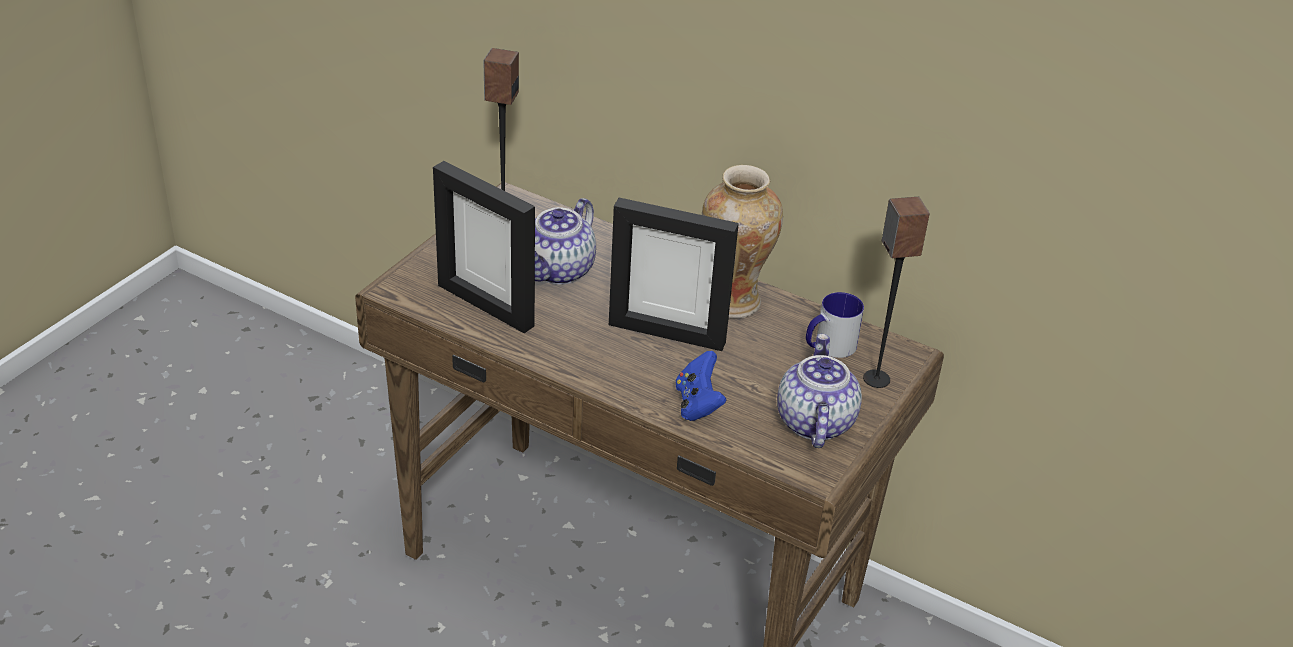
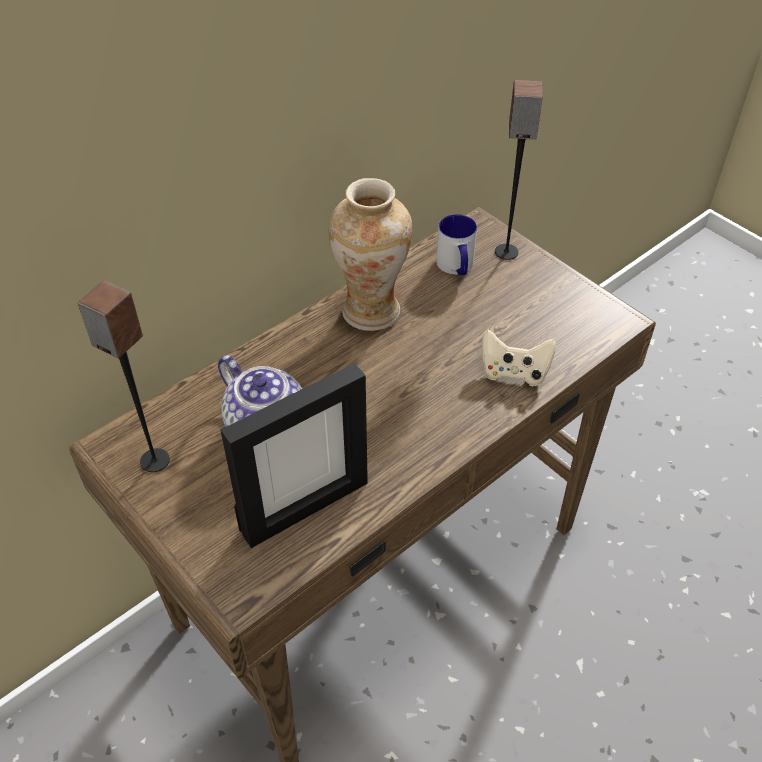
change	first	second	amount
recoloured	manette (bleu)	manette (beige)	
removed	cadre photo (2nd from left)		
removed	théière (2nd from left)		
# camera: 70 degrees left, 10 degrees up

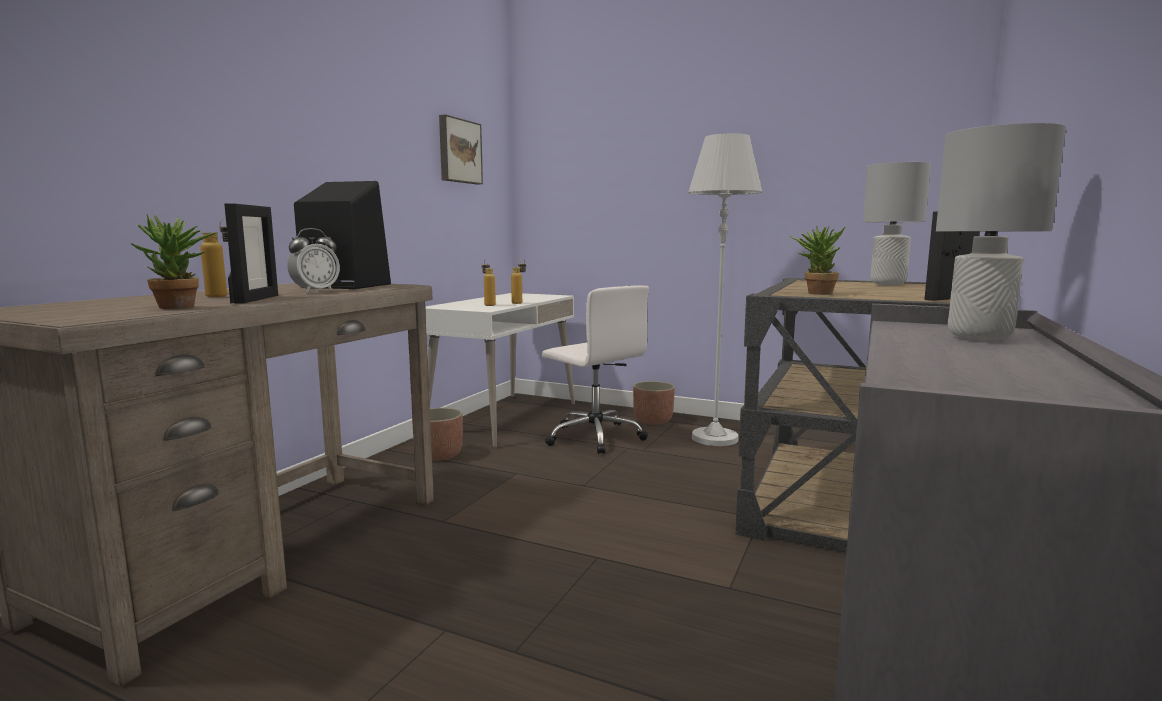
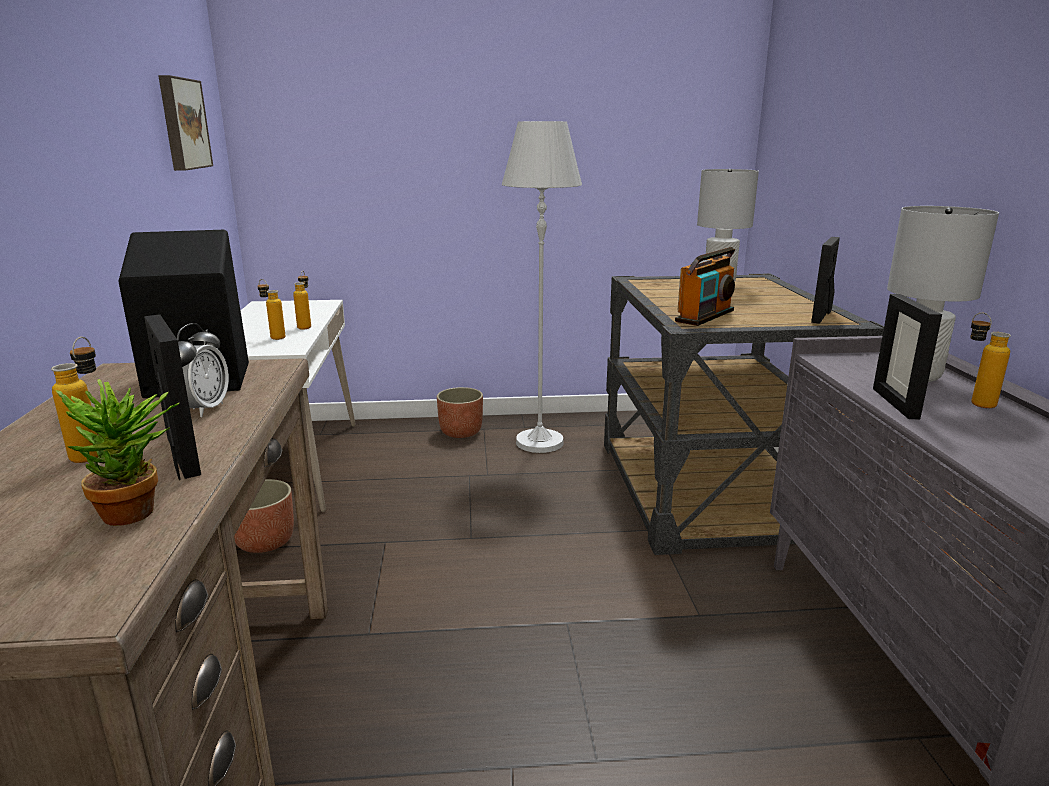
change	first	second	amount
replaced	plante en pot (2nd from left)	radio	
added		cadre photo (3rd from left)	
added		bouteille (4th from left)	
removed	chaise de bureau (blanc)		
# camera: 30 degrees left, 10 degrees up

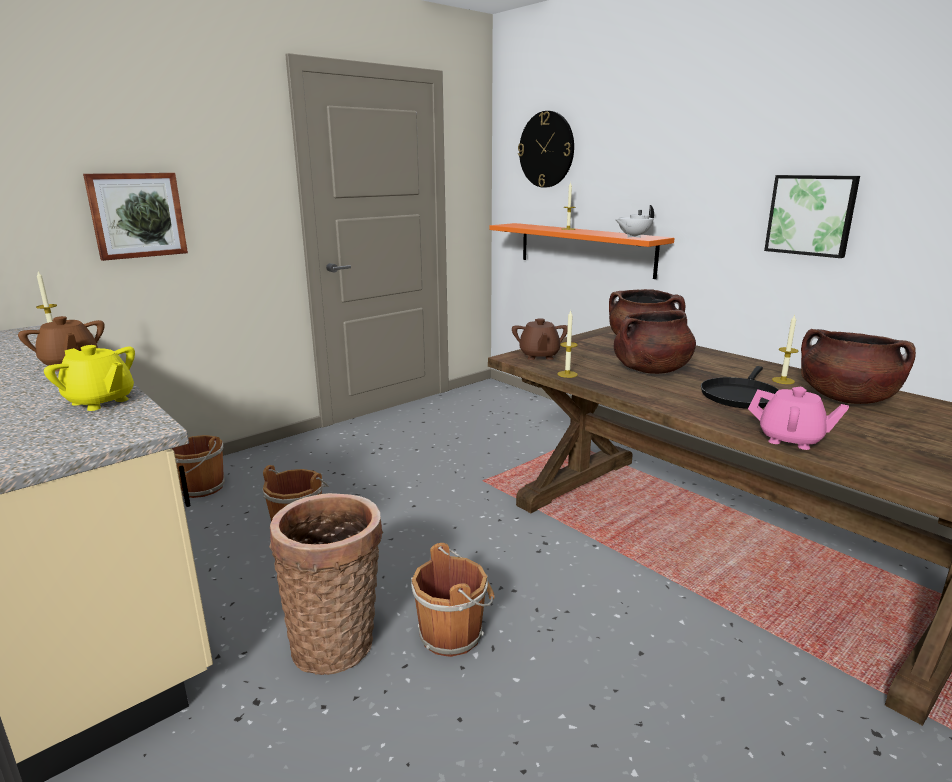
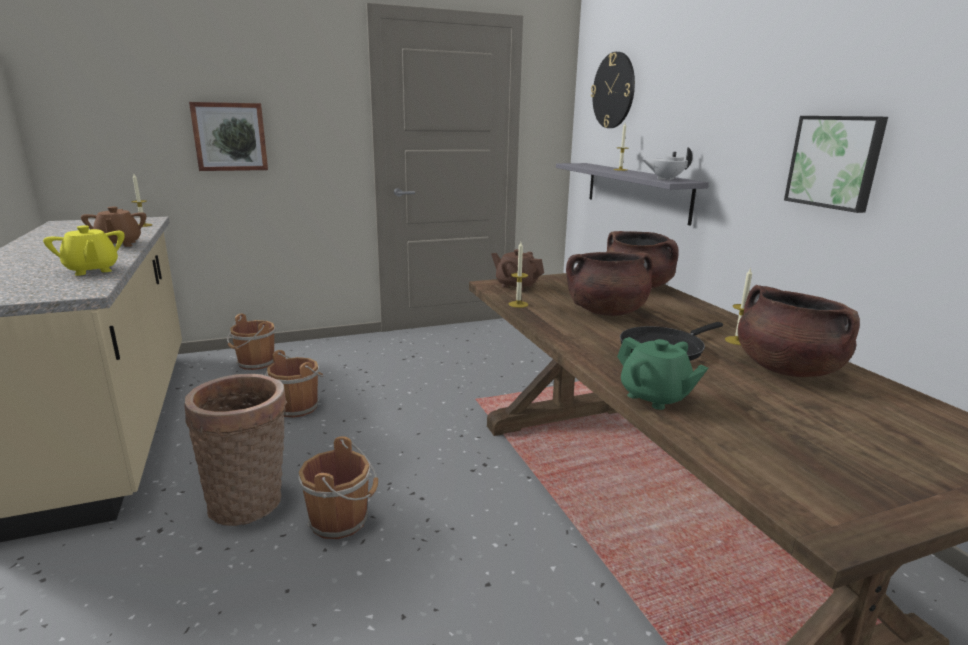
change	first	second	amount
turned	théière (marron) (2nd from left)		105 degrees clockwise
recoloured	étagère (orange)	étagère (gris)	
recoloured	théière (rose)	théière (vert)	
# camera: 20 degrees right, 0 degrees up

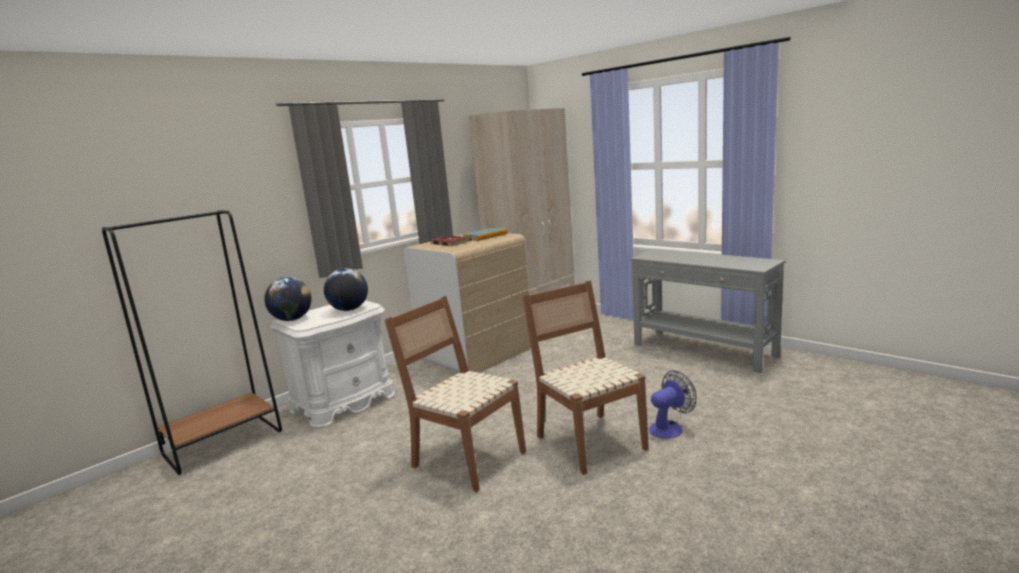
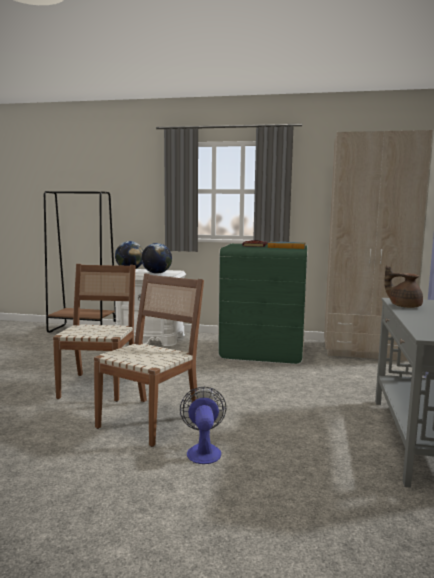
change	first	second	amount
turned	ventilateur		120 degrees counterclockwise
recoloured	commode (beige)	commode (vert)	
added		théière (marron)	
# camera: 55 degrees right, 5 degrees down

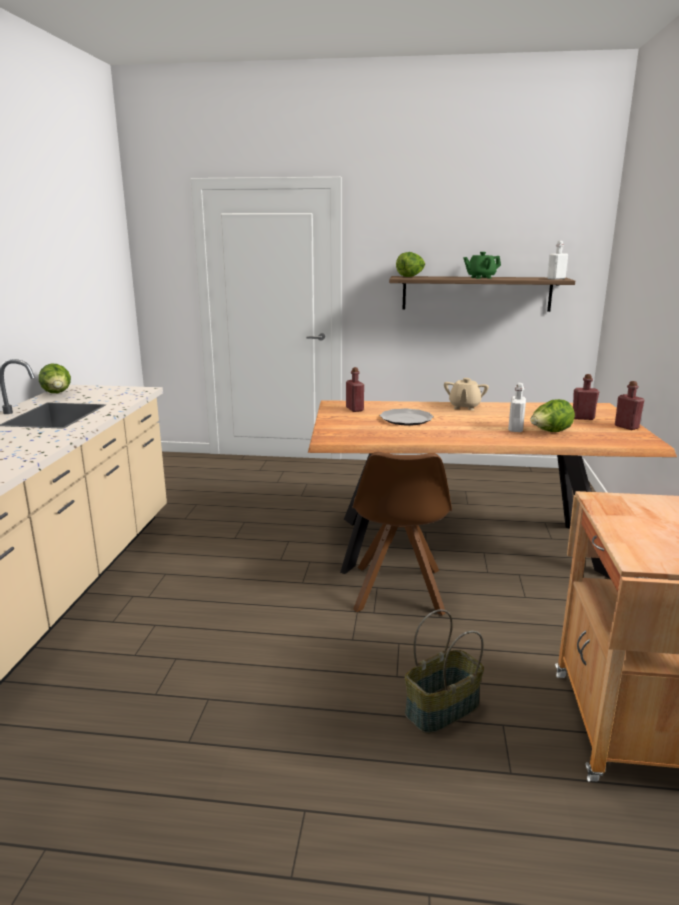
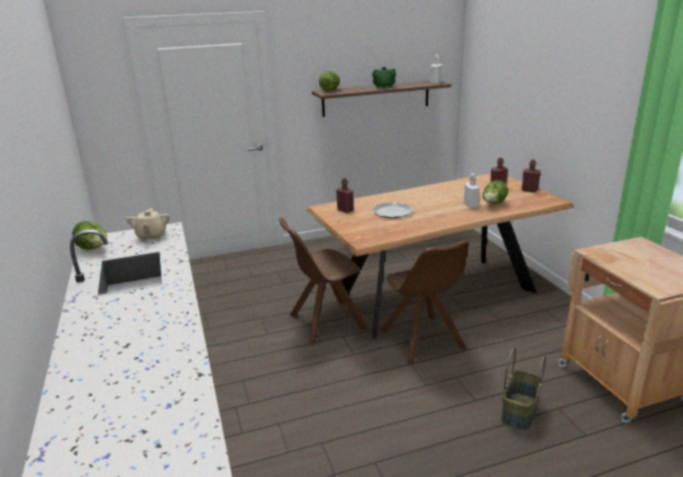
change	first	second	amount
moved	théière (beige)		
added		chaise (marron) (1st from left)	
# camera: 25 degrees left, 5 degrees up

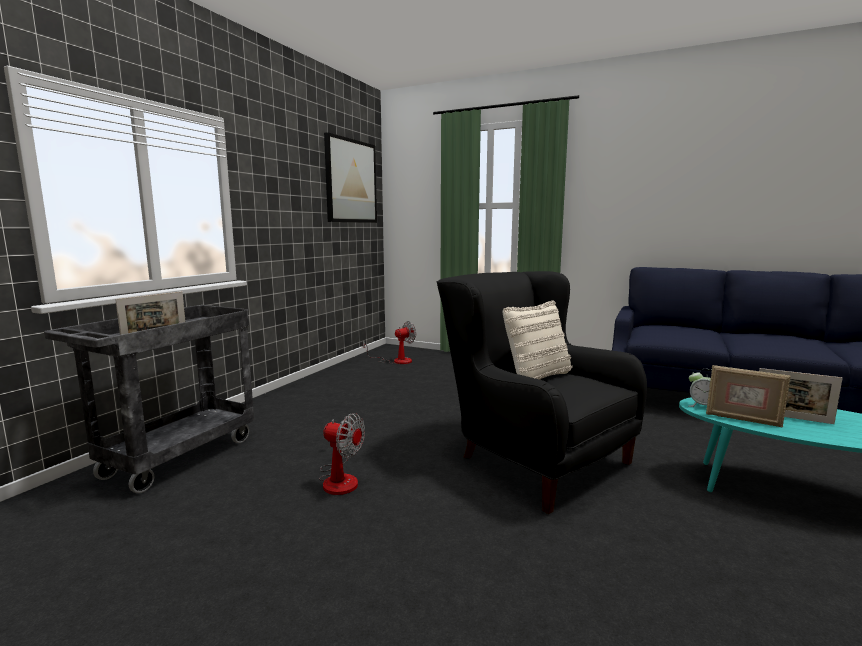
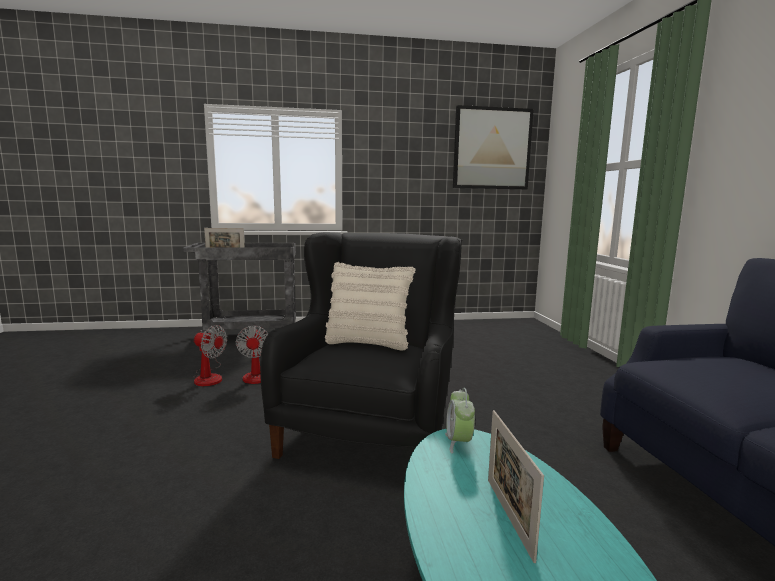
change	first	second	amount
moved	ventilateur (2nd from left in the first image)	ventilateur (1st from left)	
removed	cadre photo (2nd from left)		
# camera: 55 degrees right, 0 degrees up

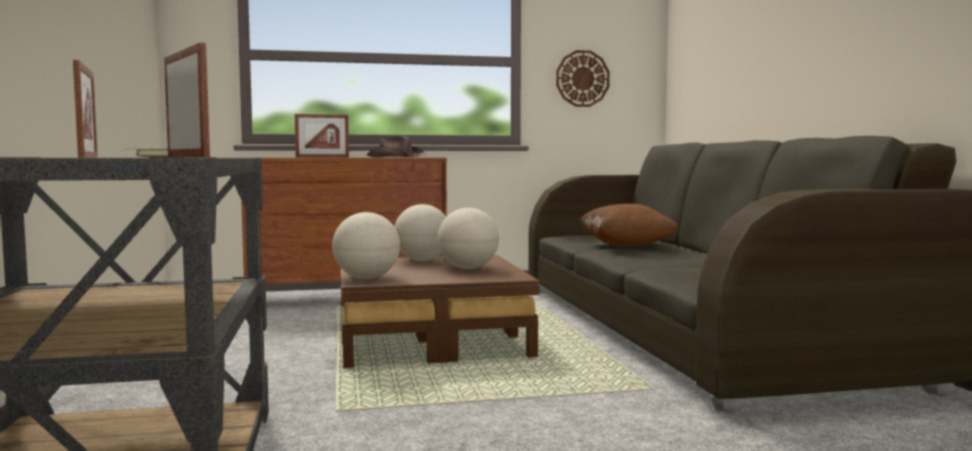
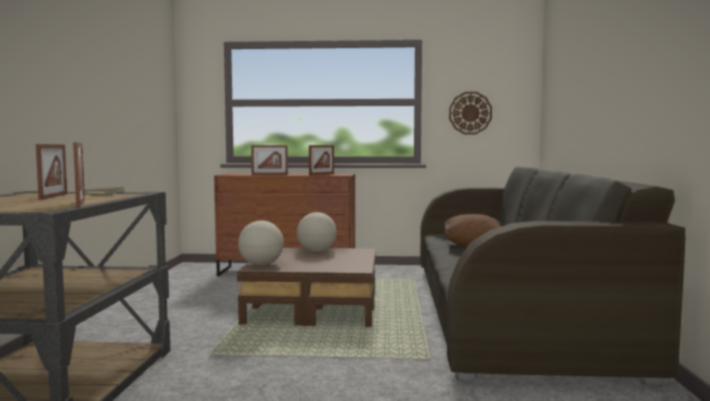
change	first	second	amount
replaced	chapeau (marron)	cadre photo (4th from left)	
removed	globe (3rd from left)		
# camera: 15 degrees right, 0 degrees up

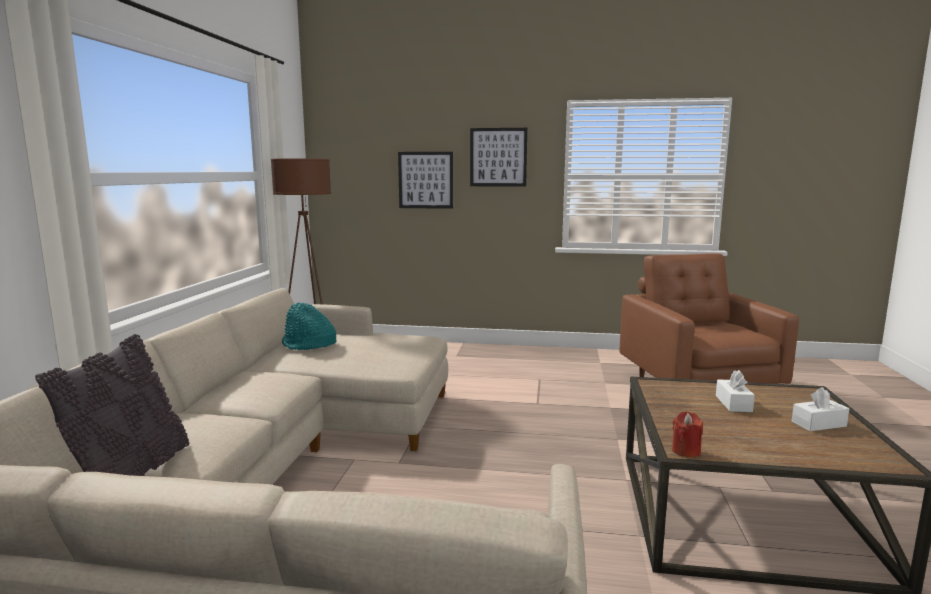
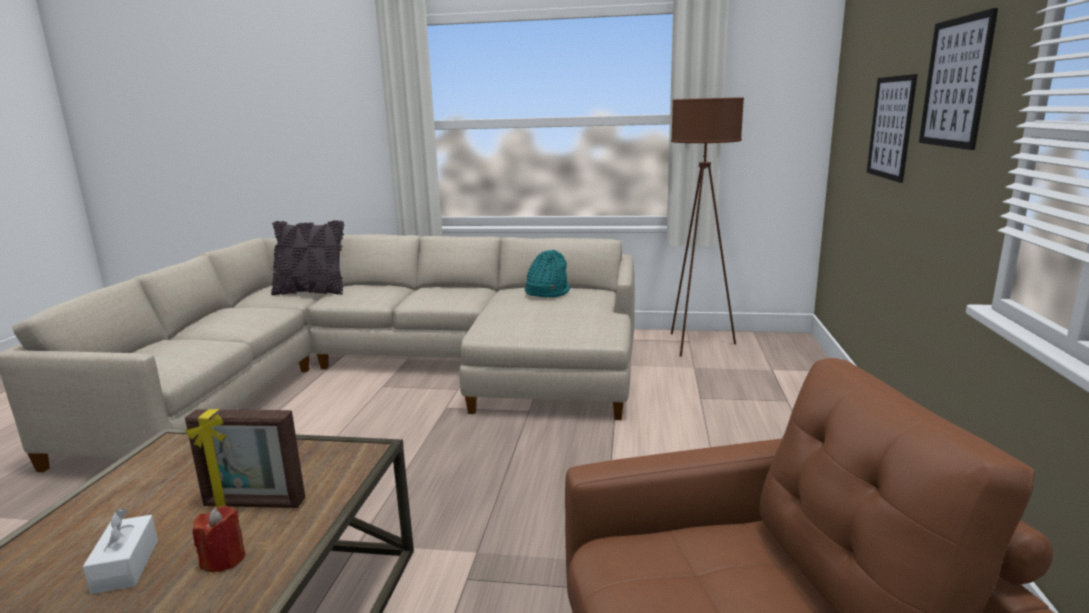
change	first	second	amount
replaced	boîte à mouchoirs (blanc) (1st from left)	cadre photo	
moved	bougie (rouge)		
# camera: 90 degrees right, 5 degrees up

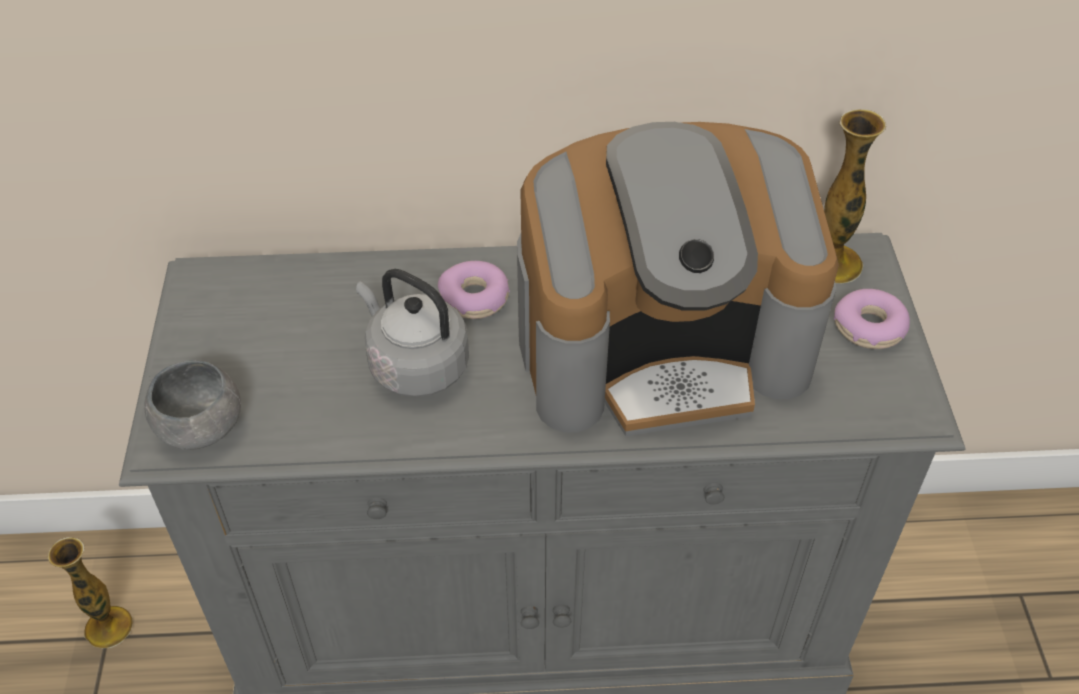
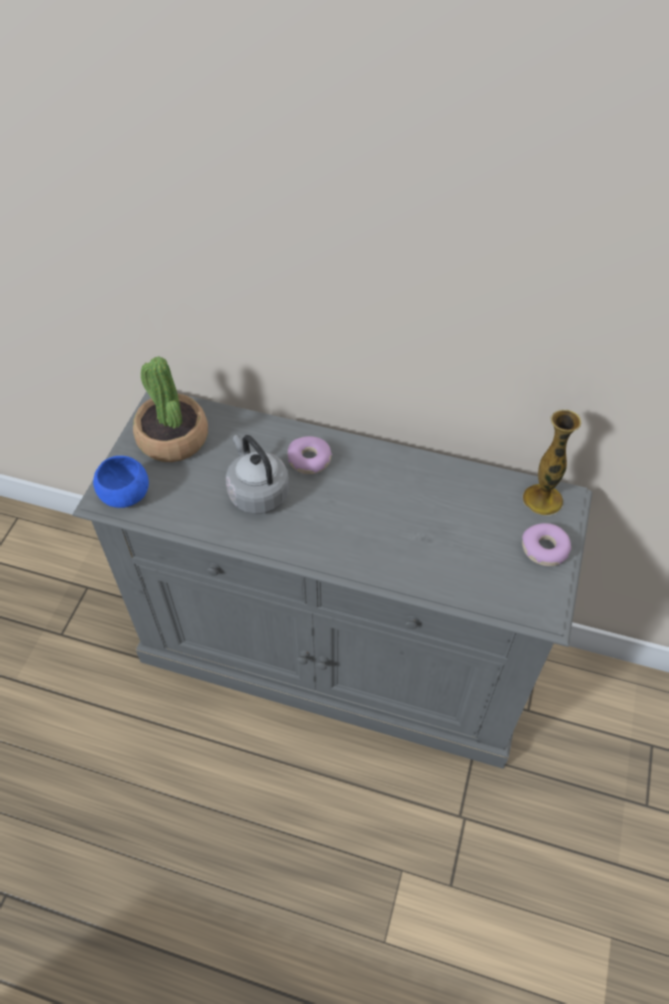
change	first	second	amount
recoloured	bol (gris)	bol (bleu)	
added		plante en pot	
removed	vase (1st from left)		
removed	machine à café		
# camera: 20 degrees right, 5 degrees up

